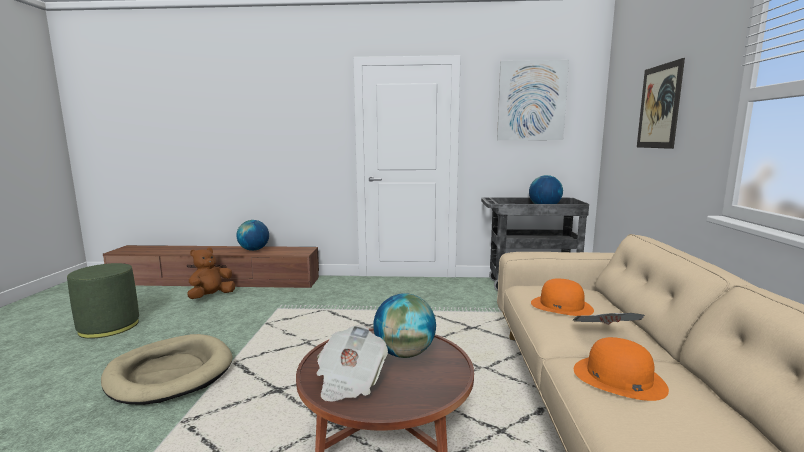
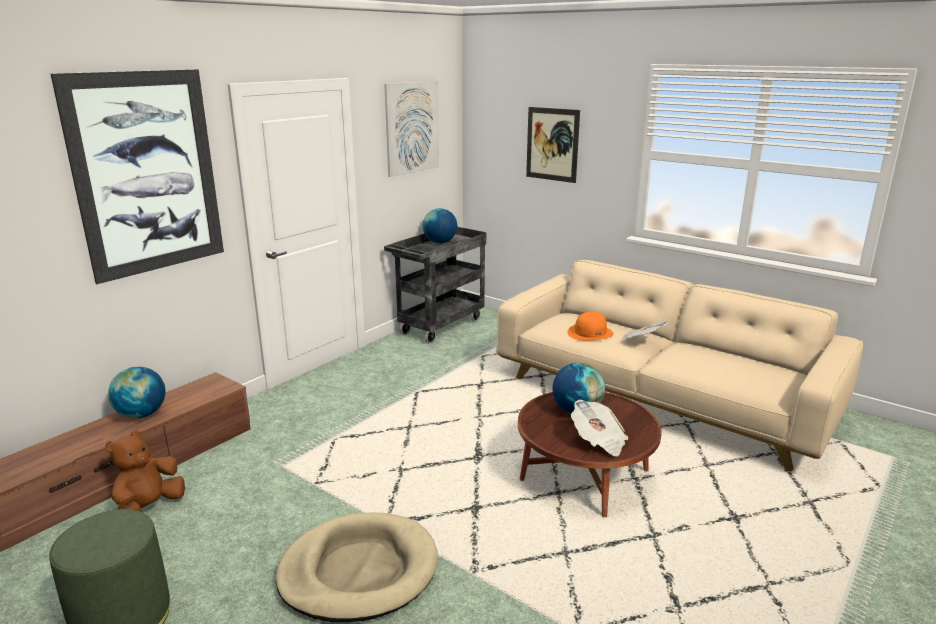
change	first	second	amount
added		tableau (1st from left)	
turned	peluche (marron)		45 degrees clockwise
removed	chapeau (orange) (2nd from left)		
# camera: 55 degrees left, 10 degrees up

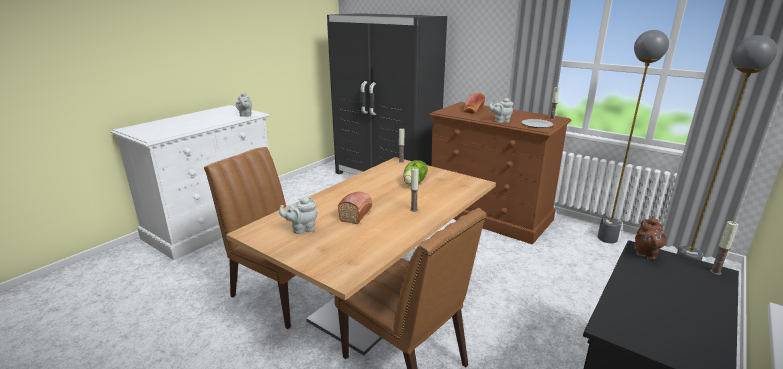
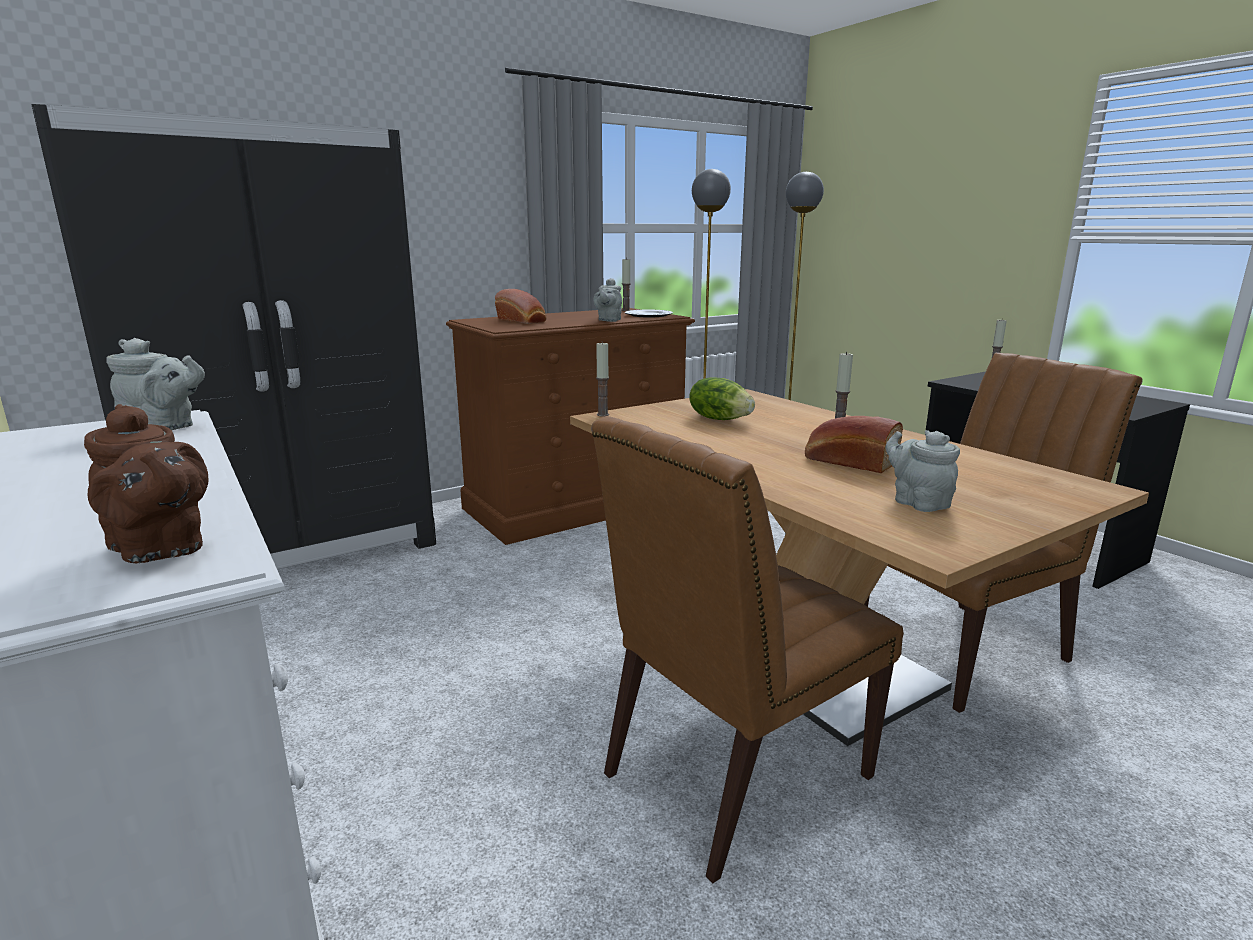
change	first	second	amount
moved	théière (marron)		
turned	théière (gris) (2nd from left in the first image)	théière (gris) (3rd from left)	150 degrees clockwise
# camera: 70 degrees left, 5 degrees down

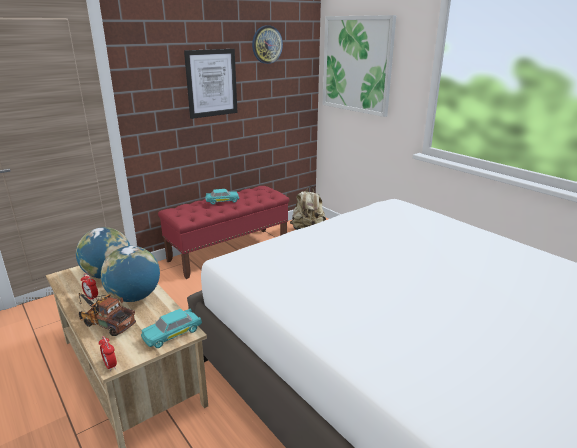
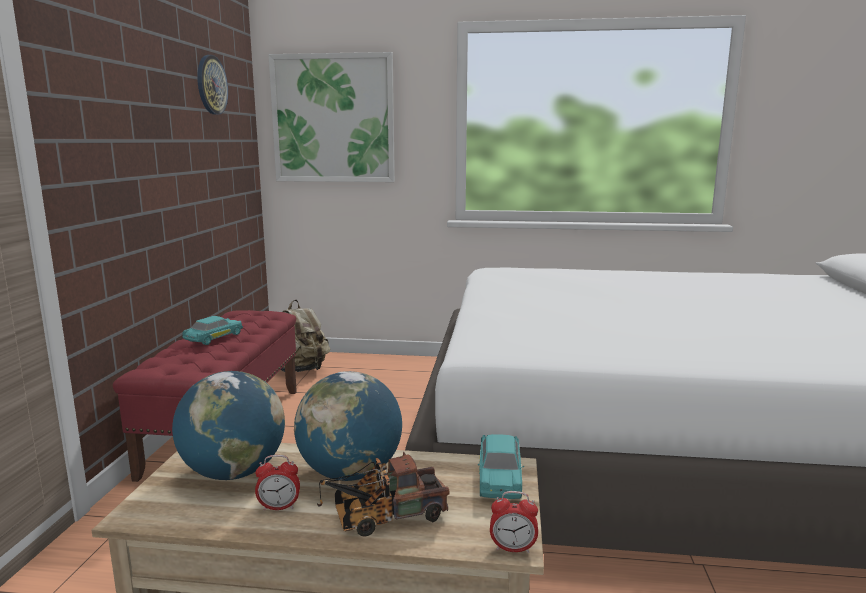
change	first	second	amount
removed	tableau (1st from left)		
# camera: 45 degrees left, 10 degrees down

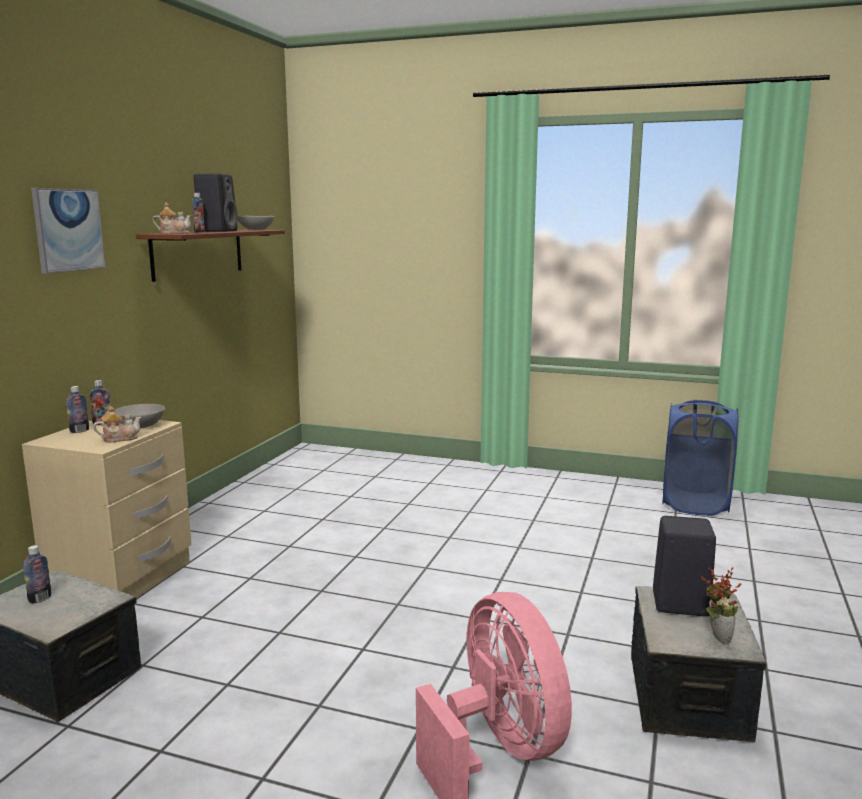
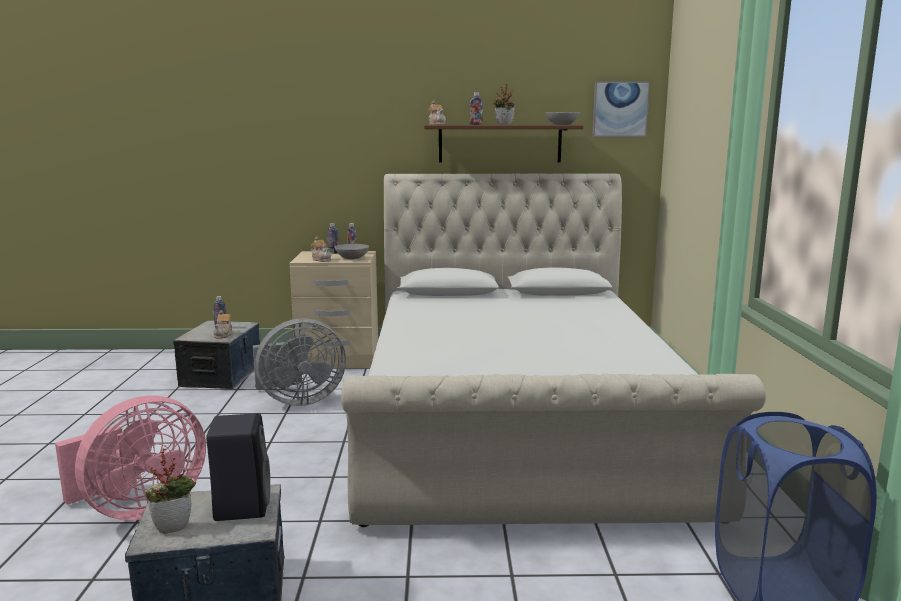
change	first	second	amount
added		théière (1st from left)	
added		ventilateur (gris)	
added		lit (beige)	
replaced	enceinte (noir) (1st from left)	plante en pot (2nd from left)	
moved	tableau		
# camera: 70 degrees right, 0 degrees up

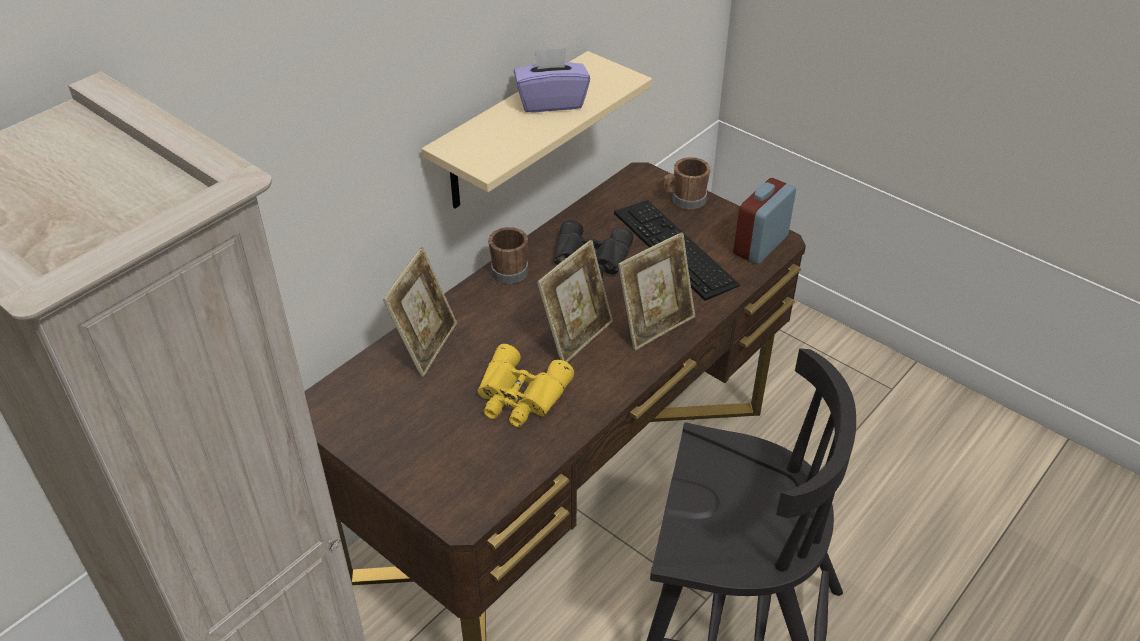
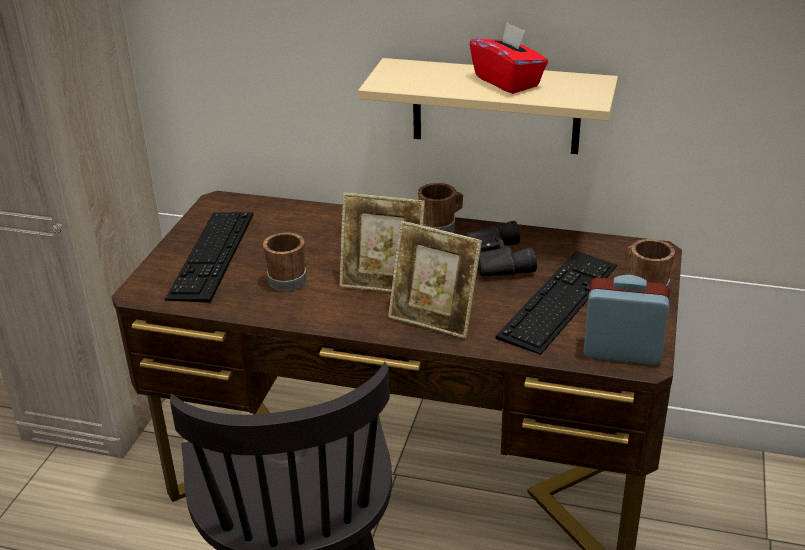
change	first	second	amount
added		clavier (1st from left)	
replaced	jumelles (jaune)	mug (marron) (1st from left)	
recoloured	boîte à mouchoirs (violet)	boîte à mouchoirs (rouge)	
removed	cadre photo (1st from left)		
# camera: 65 degrees right, 10 degrees down

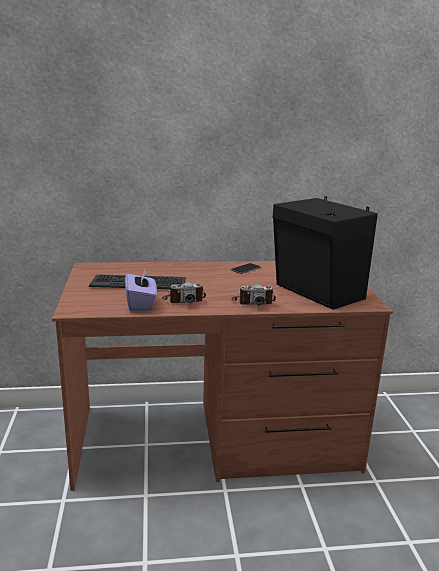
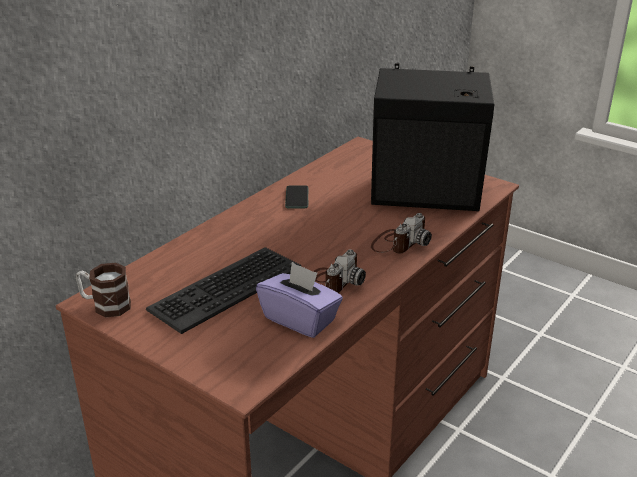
change	first	second	amount
added		mug	
# camera: 45 degrees left, 10 degrees up

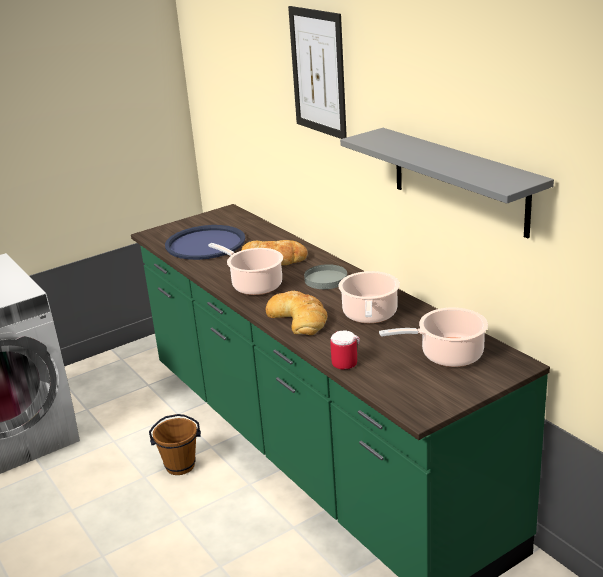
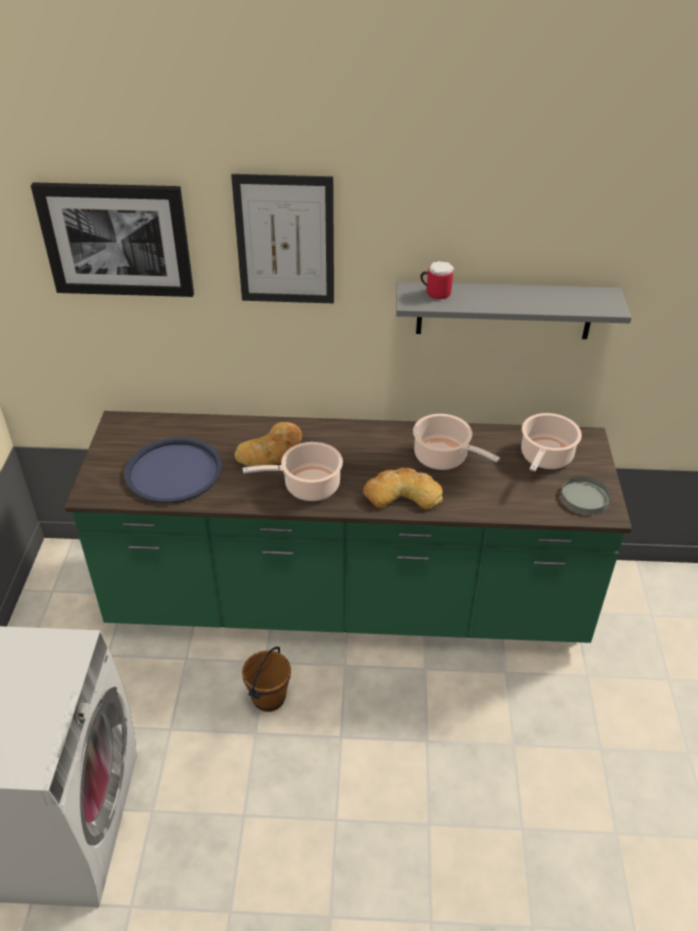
change	first	second	amount
added		tableau (1st from left)	
moved	mug		
moved	assiette (gris)		
# camera: 55 degrees left, 15 degrees up

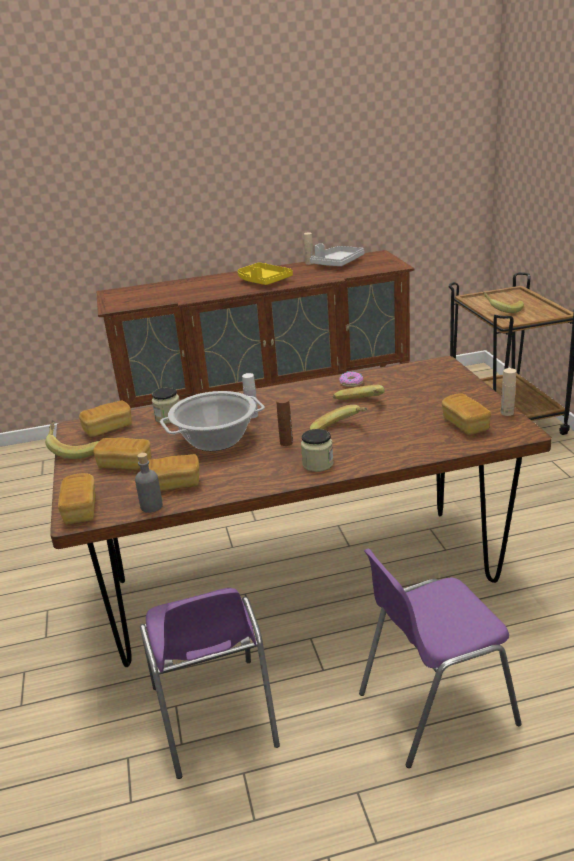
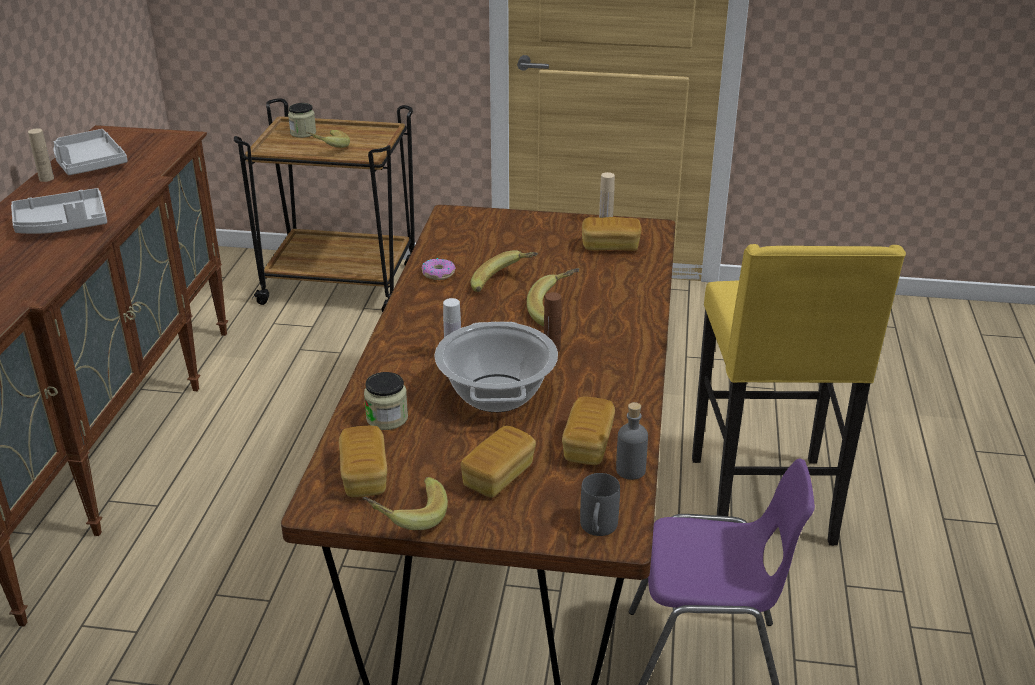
change	first	second	amount
recoloured	plateau (jaune)	plateau (gris) (1st from left)	
moved	bocal (2nd from left in the first image)	bocal (1st from left)	
replaced	pain (1st from left)	mug (gris)	
replaced	chaise (violet) (2nd from left)	tabouret (jaune)	
# camera: 70 degrees left, 5 degrees up

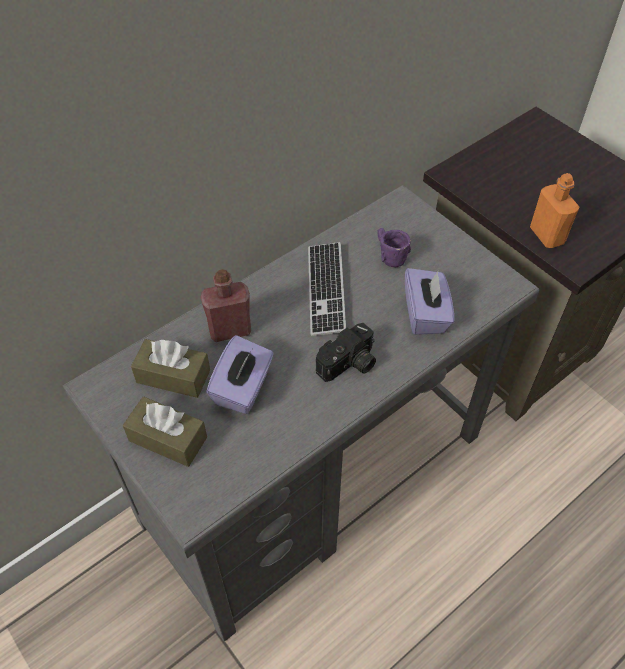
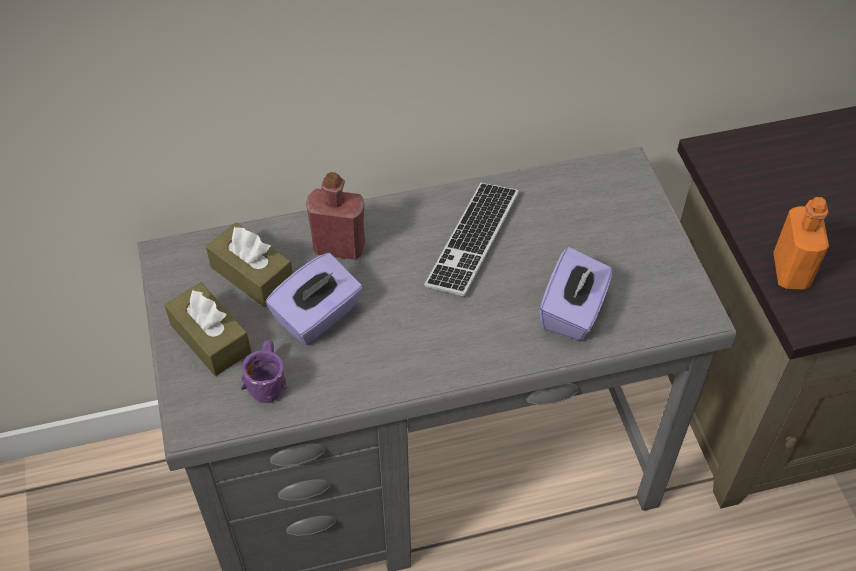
change	first	second	amount
moved	mug (violet)		
removed	appareil photo		
# camera: 25 degrees right, 0 degrees up

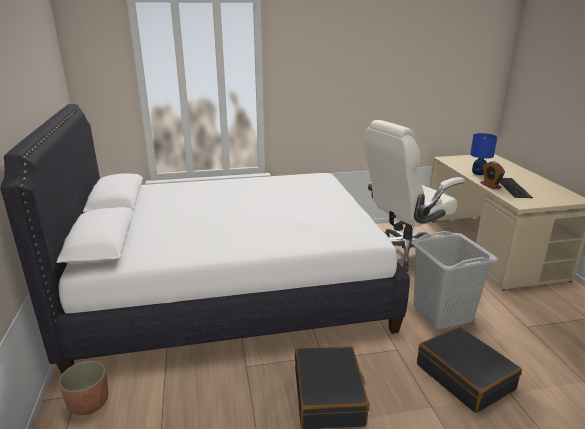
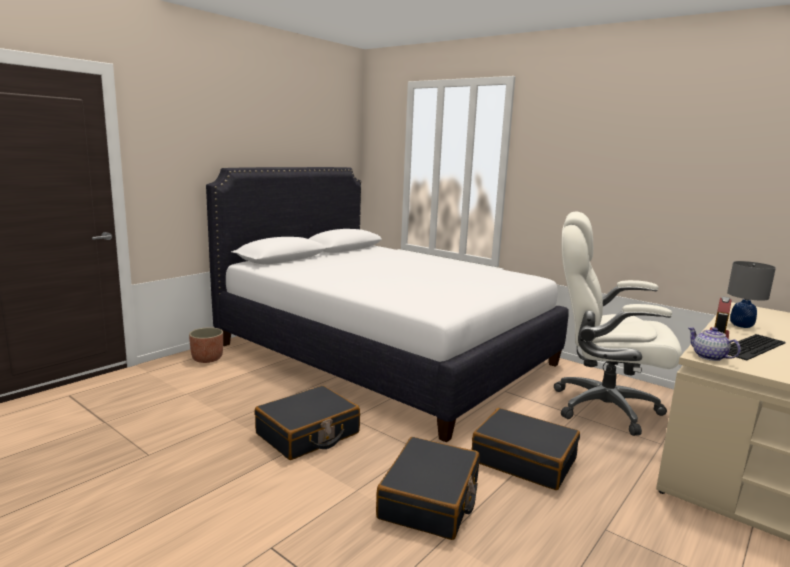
change	first	second	amount
replaced	panier à linge (gris)	valise (noir) (3rd from left)	
added		théière	
recoloured	lampe de table (bleu)	lampe de table (gris)	
# camera: 50 degrees right, 10 degrees down

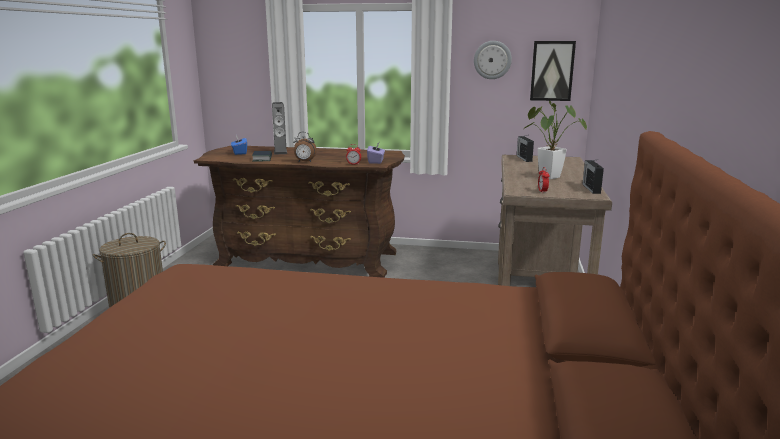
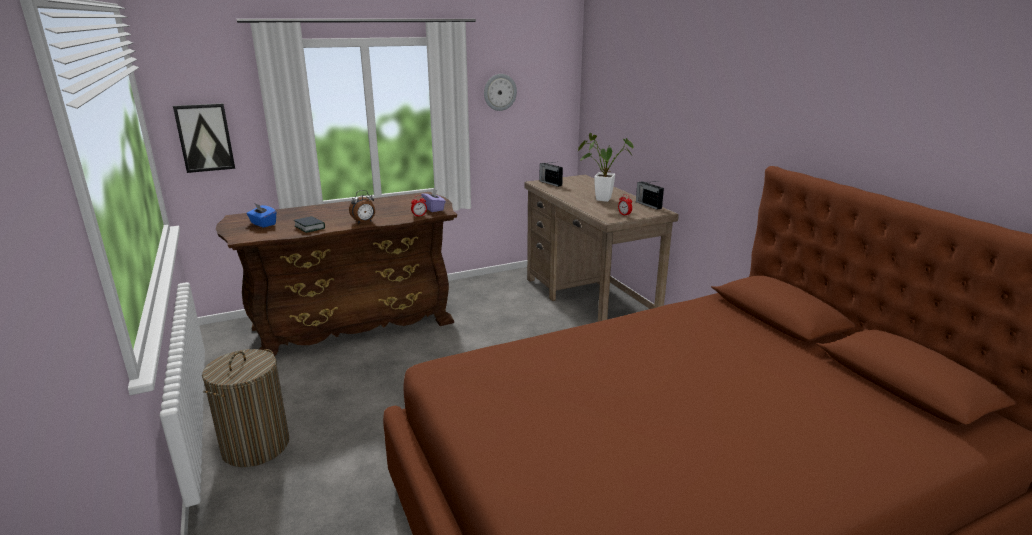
change	first	second	amount
moved	tableau		
removed	enceinte		
# camera: 35 degrees left, 5 degrees up

